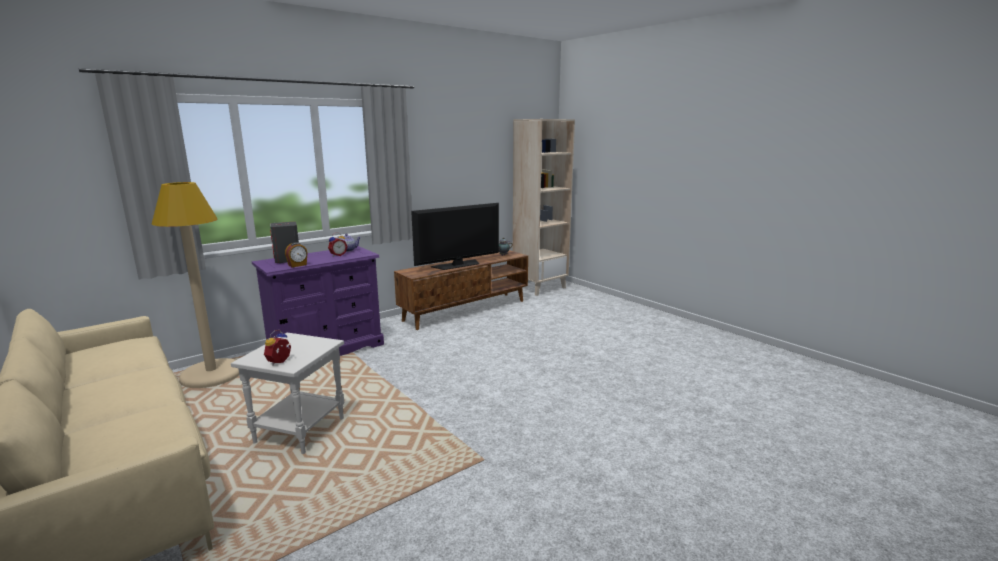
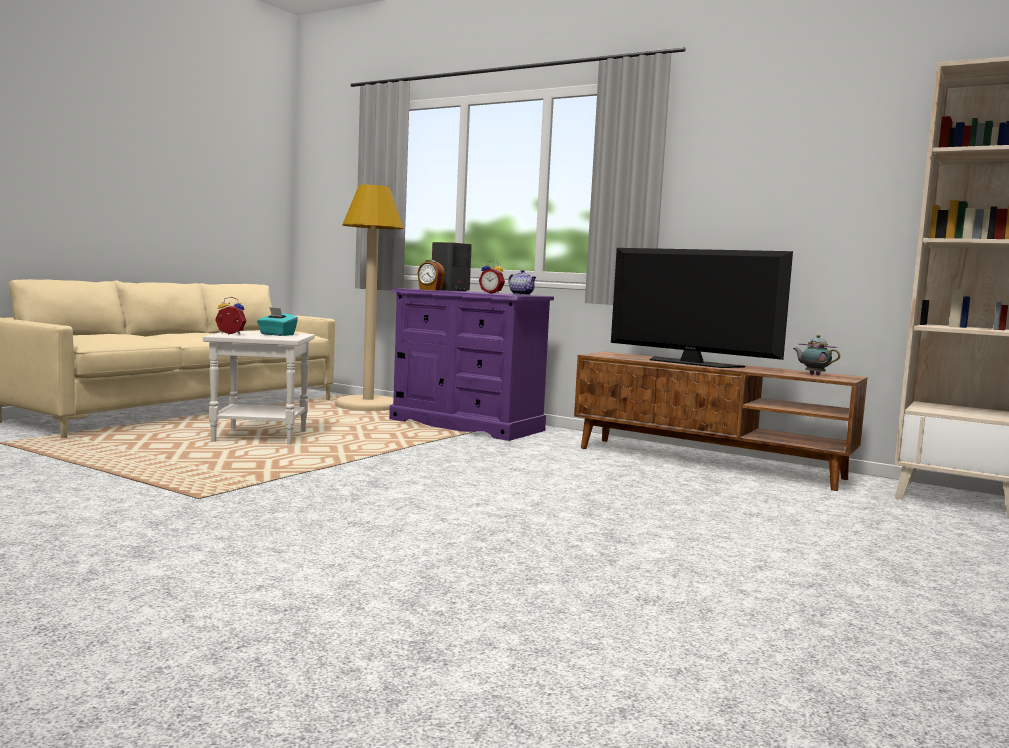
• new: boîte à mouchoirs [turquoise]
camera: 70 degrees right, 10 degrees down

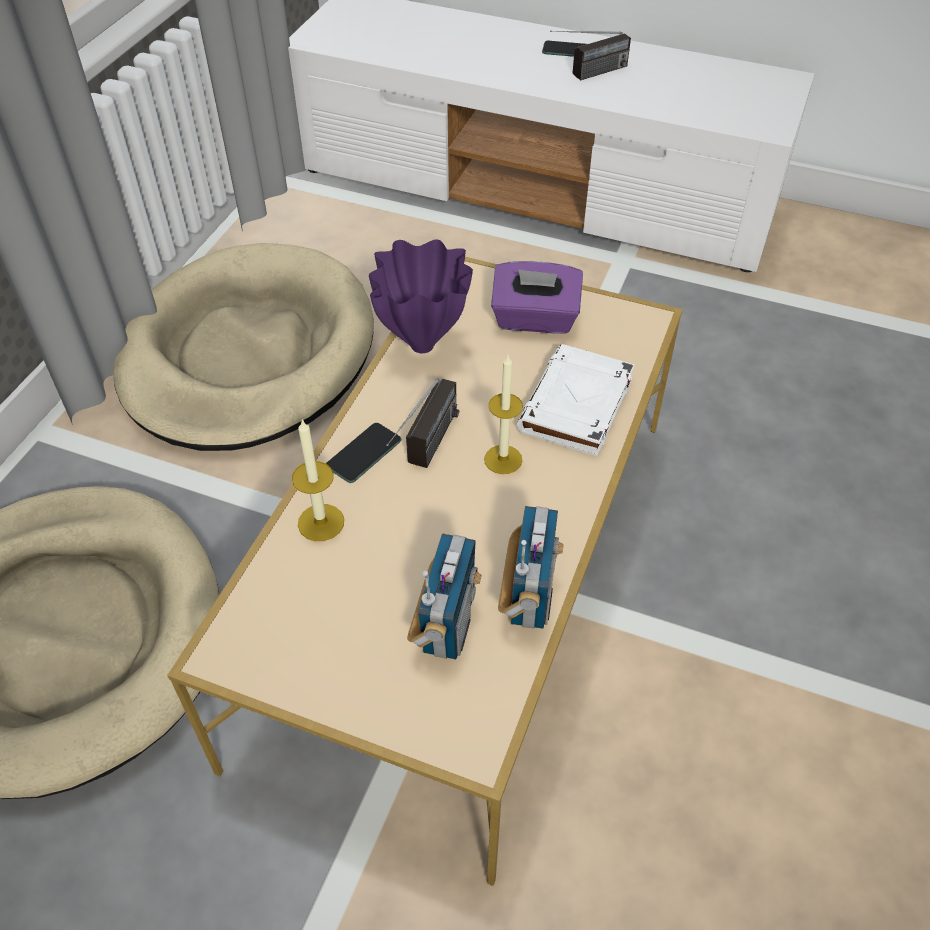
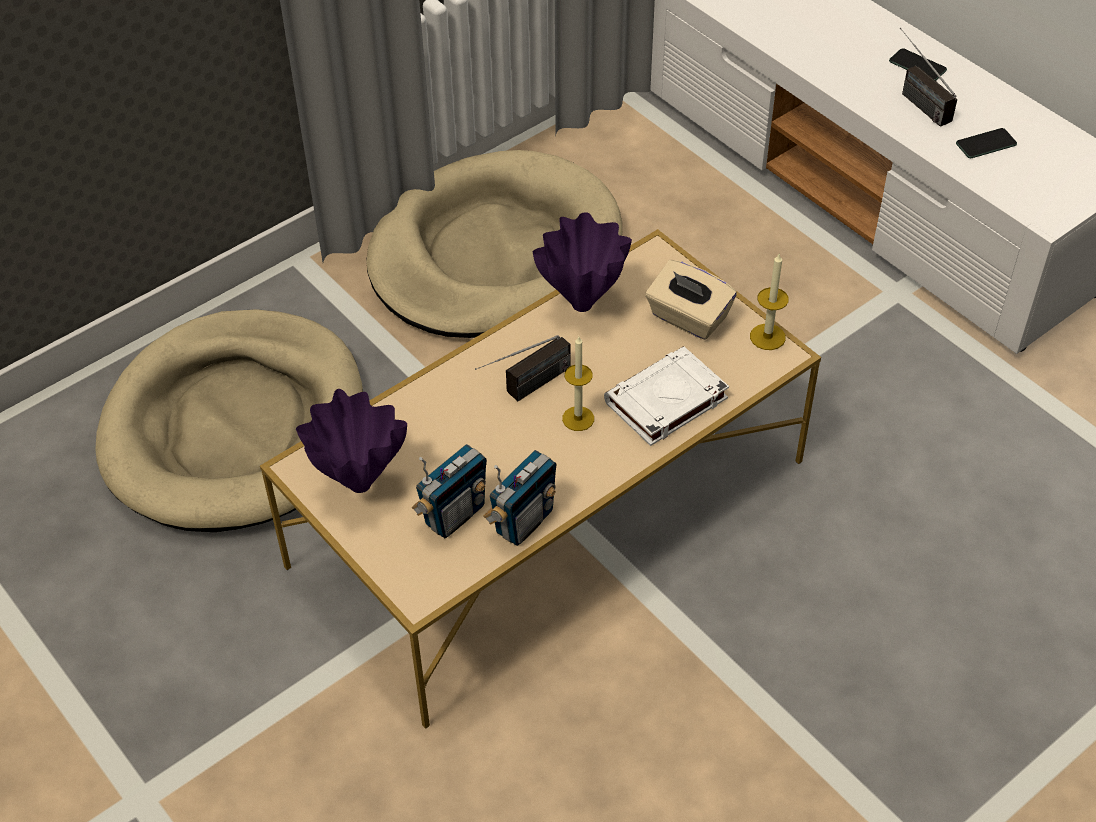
• rotated: radio (no. 4 from left) 60 degrees clockwise
• repainted: boîte à mouchoirs [violet] to boîte à mouchoirs [beige]
• shifted: bougie (no. 1 from left in the first image) to bougie (no. 2 from left)
• shifted: téléphone (no. 1 from left in the first image) to téléphone (no. 2 from left)
• new: vase [violet] (no. 1 from left)
camera: 30 degrees right, 0 degrees up

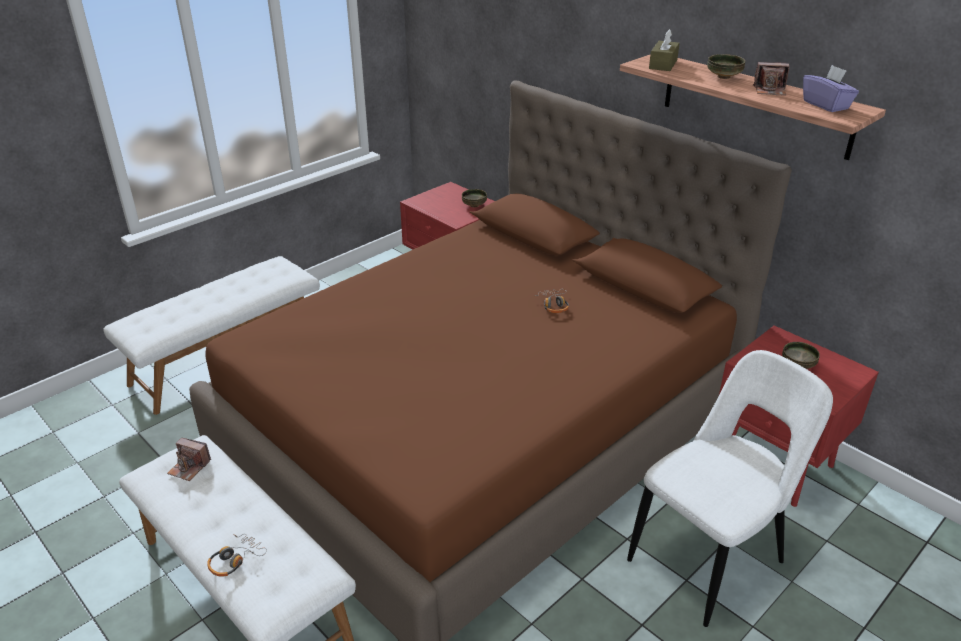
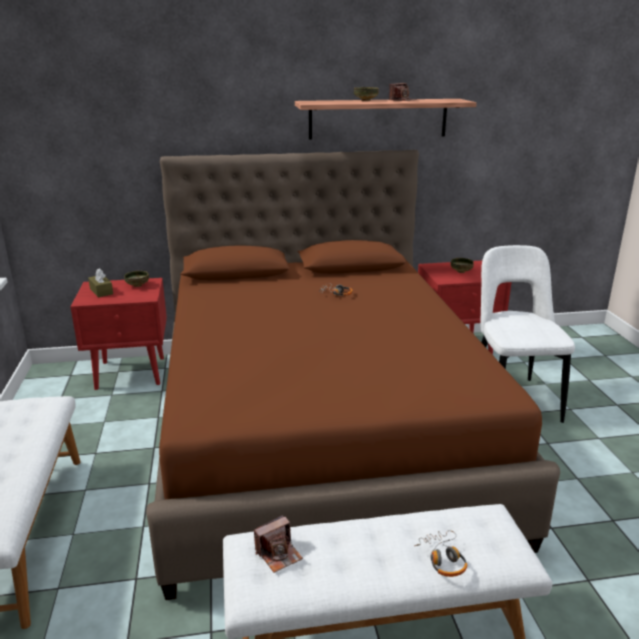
• shifted: boîte à mouchoirs [marron]
• gone: boîte à mouchoirs [violet]
camera: 55 degrees left, 10 degrees down

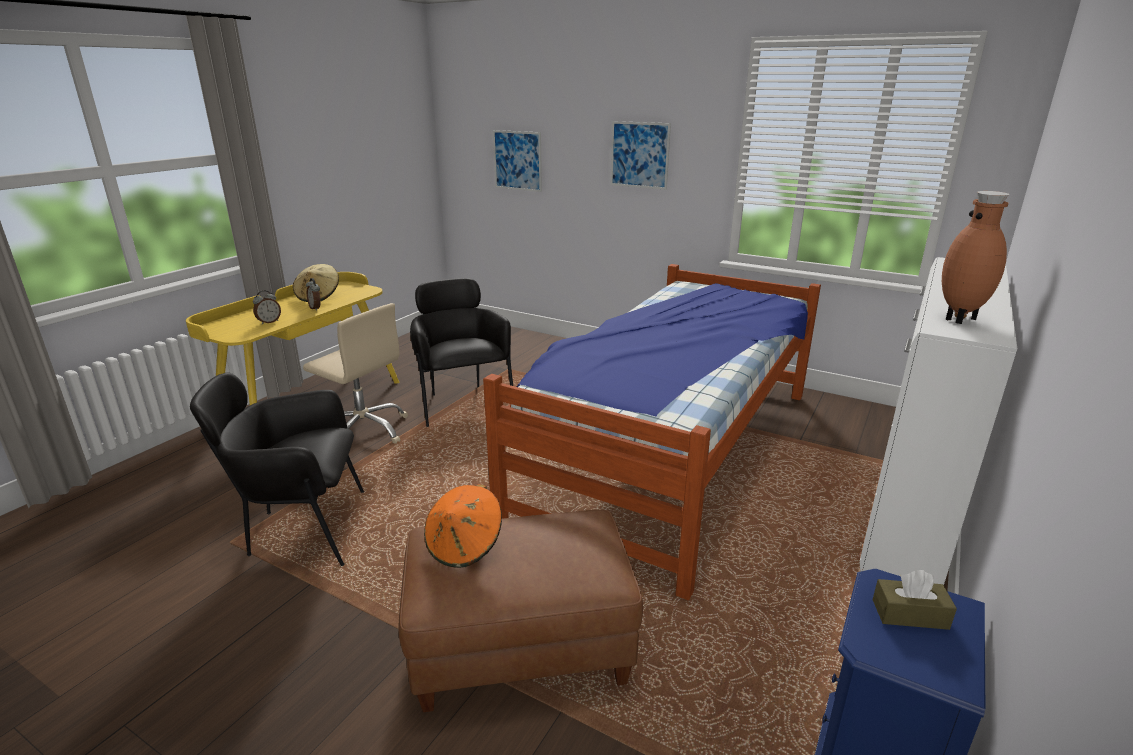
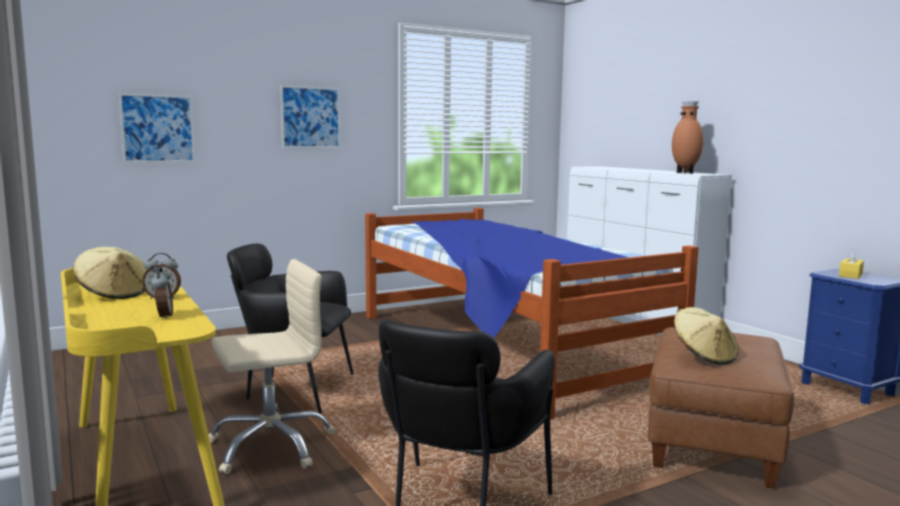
• repainted: chapeau [orange] to chapeau [beige] (no. 2 from left)
• repainted: boîte à mouchoirs [marron] to boîte à mouchoirs [jaune]
camera: 60 degrees left, 15 degrees down

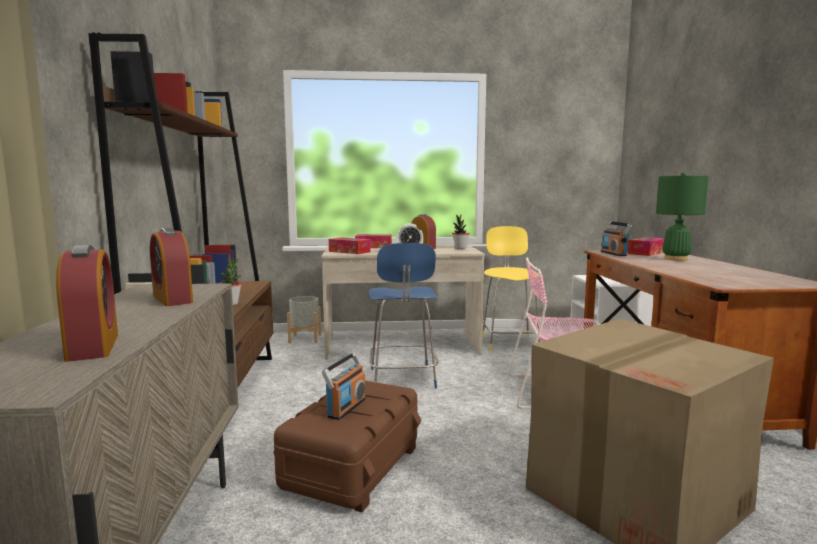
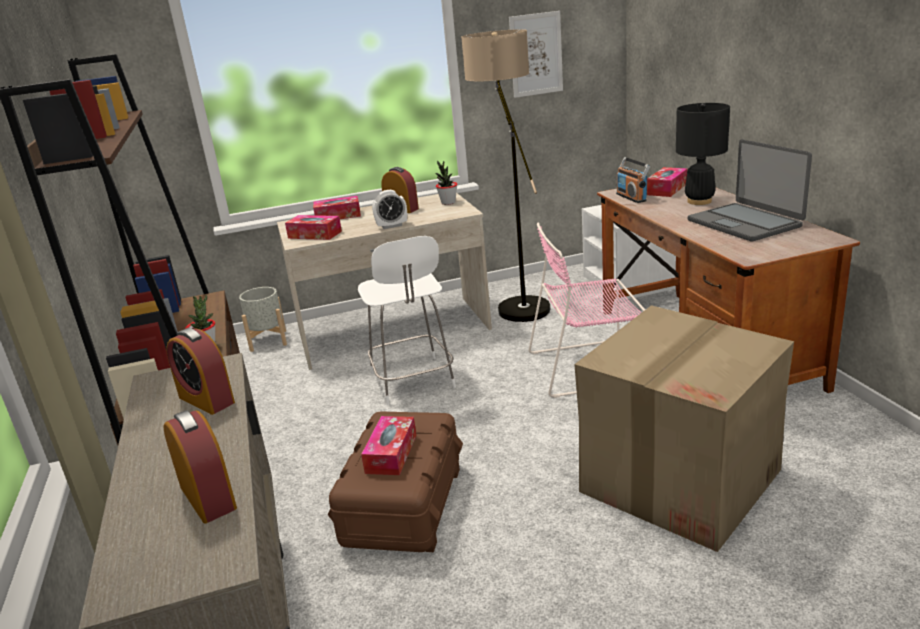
• repainted: lampe de table [vert] to lampe de table [noir]
• swapped: tabouret [jaune] to lampadaire
• repainted: tabouret [bleu] to tabouret [blanc]
• swapped: radio (no. 1 from left) to boîte à mouchoirs (no. 3 from left)
• new: tableau
• new: ordinateur portable
camera: 10 degrees left, 15 degrees up

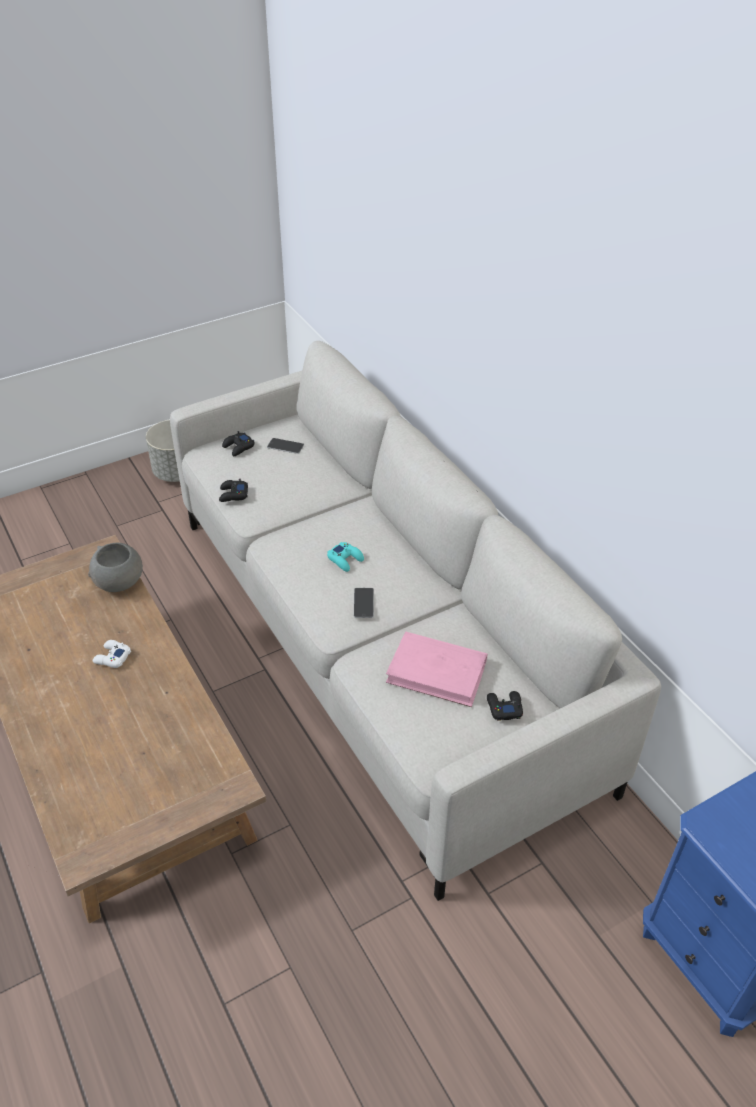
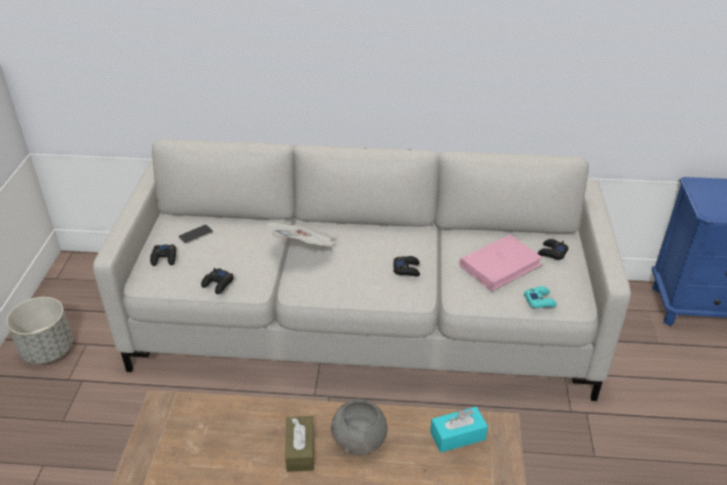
• shifted: manette [turquoise]
• shifted: bol [gris]
• swapped: téléphone (no. 2 from left) to manette [noir] (no. 3 from left)
• swapped: manette [blanc] to boîte à mouchoirs [marron]
• new: journal
• new: boîte à mouchoirs [turquoise]
camera: 55 degrees left, 5 degrees down

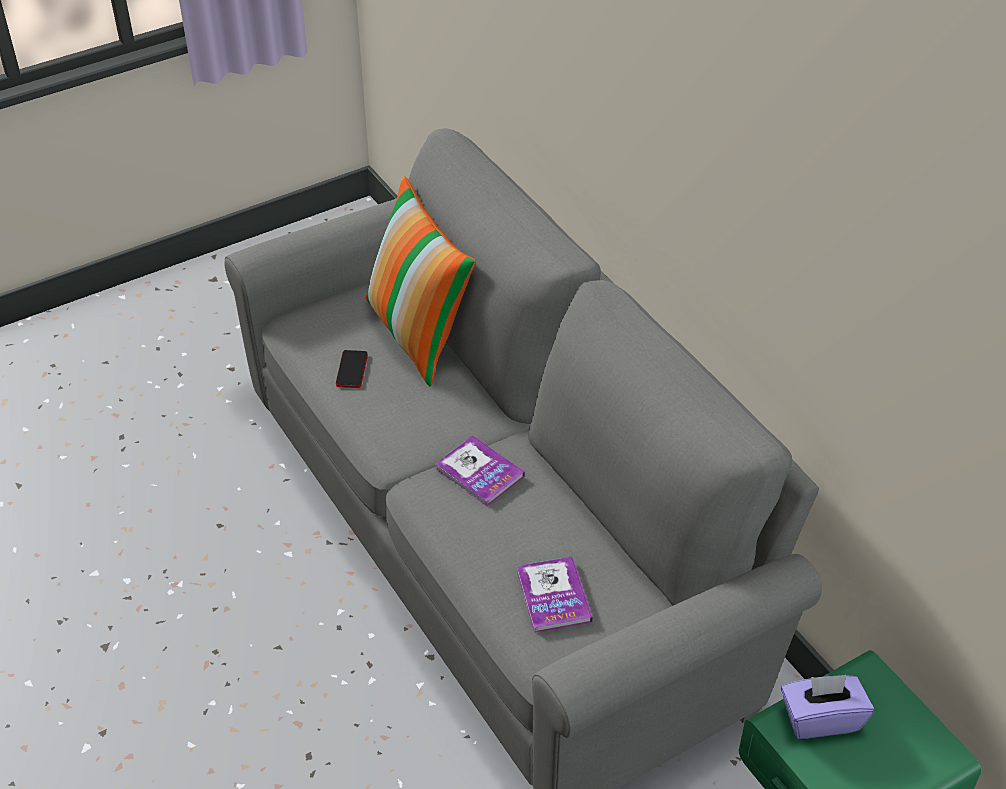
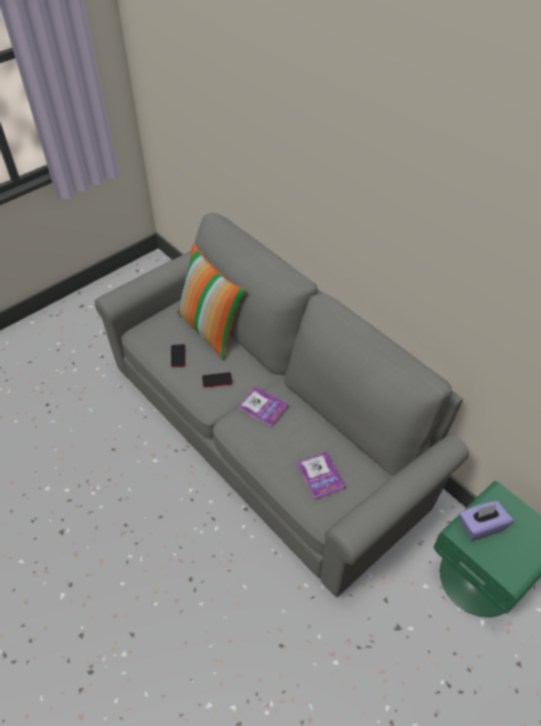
• new: téléphone (no. 2 from left)
camera: 10 degrees left, 5 degrees up

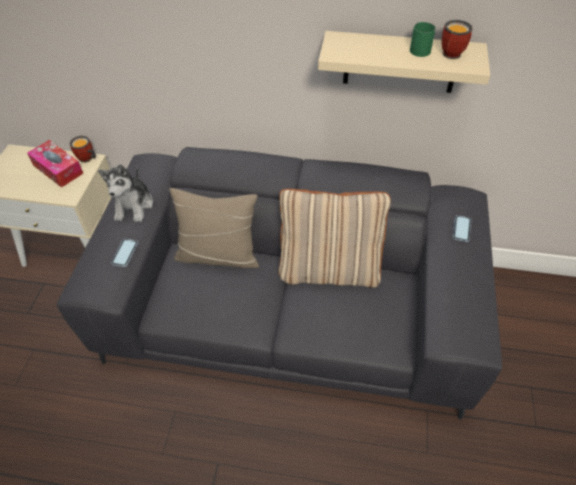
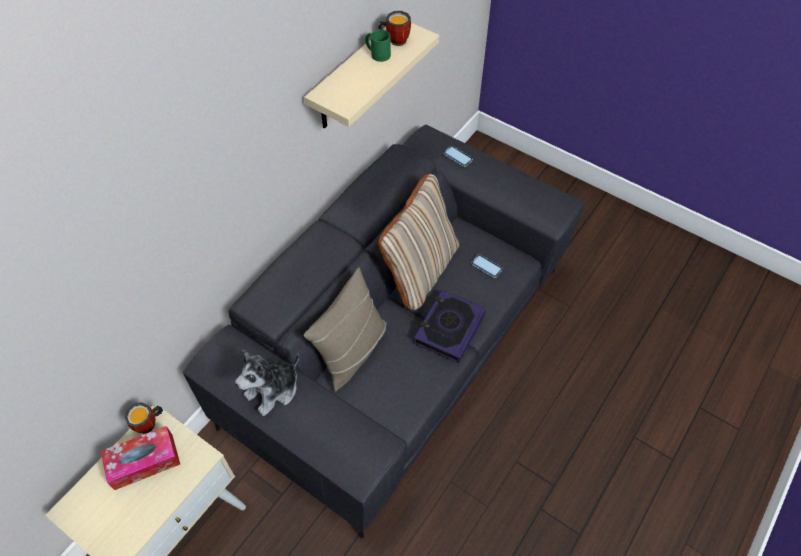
• rotated: peluche 105 degrees clockwise
• shifted: téléphone (no. 1 from left in the first image) to téléphone (no. 2 from left)
• new: livre
camera: 65 degrees left, 5 degrees up

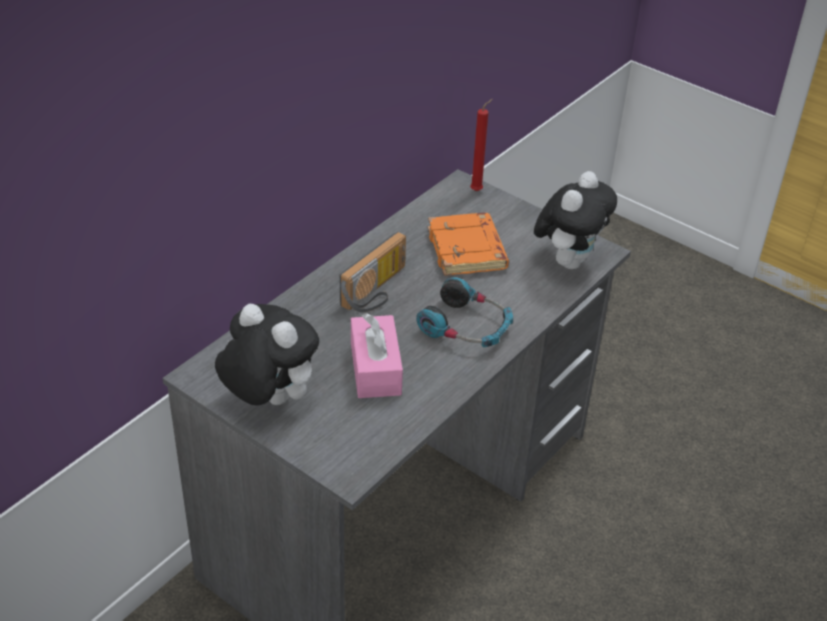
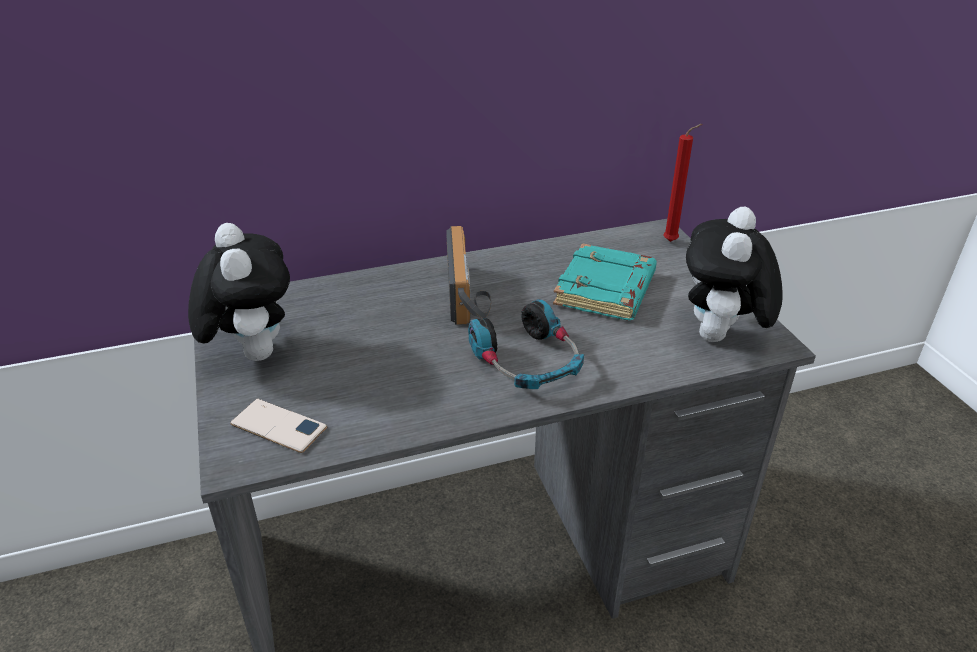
• rotated: peluche (no. 2 from left) 135 degrees clockwise
• repainted: livre [orange] to livre [turquoise]
• rotated: radio 75 degrees counterclockwise
• gone: boîte à mouchoirs [rose]
• new: téléphone
camera: 35 degrees right, 5 degrees down

